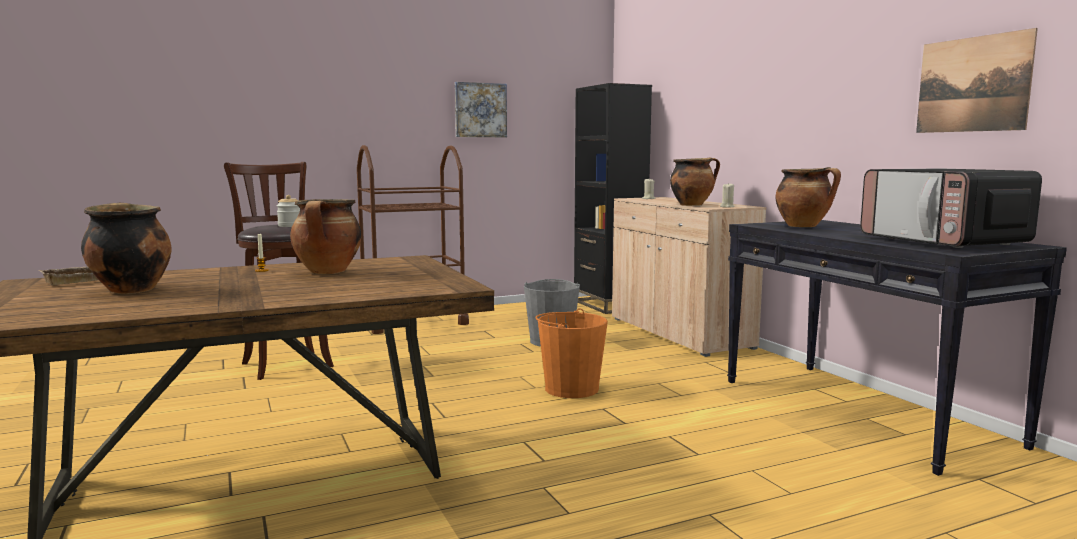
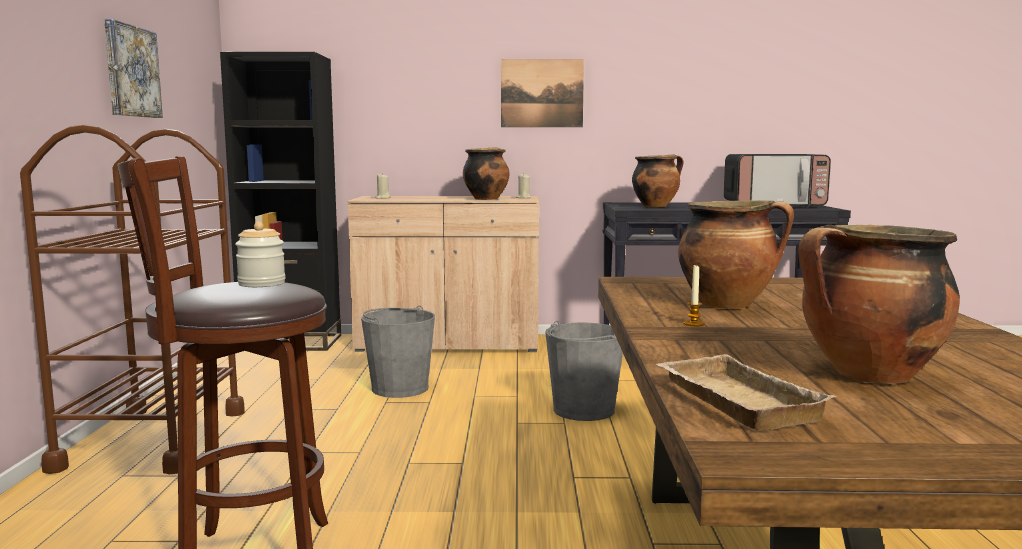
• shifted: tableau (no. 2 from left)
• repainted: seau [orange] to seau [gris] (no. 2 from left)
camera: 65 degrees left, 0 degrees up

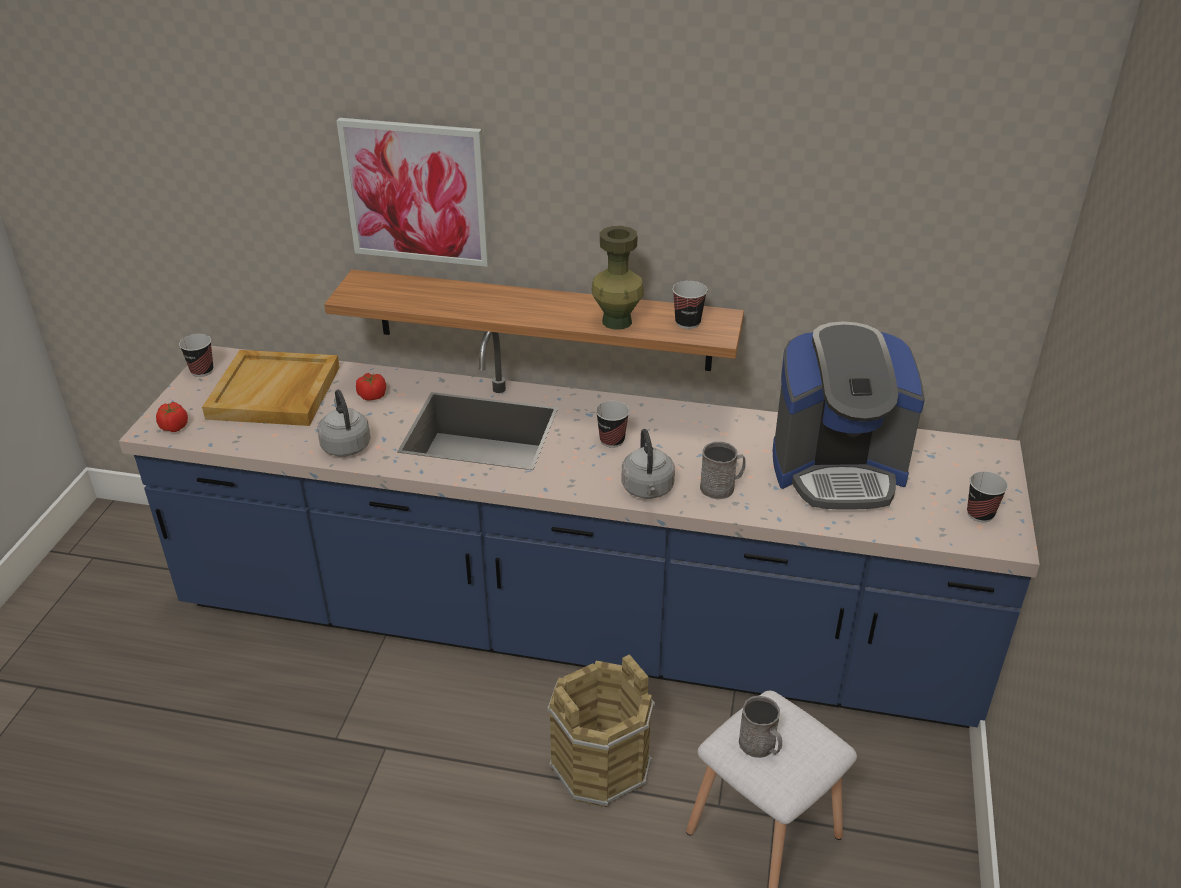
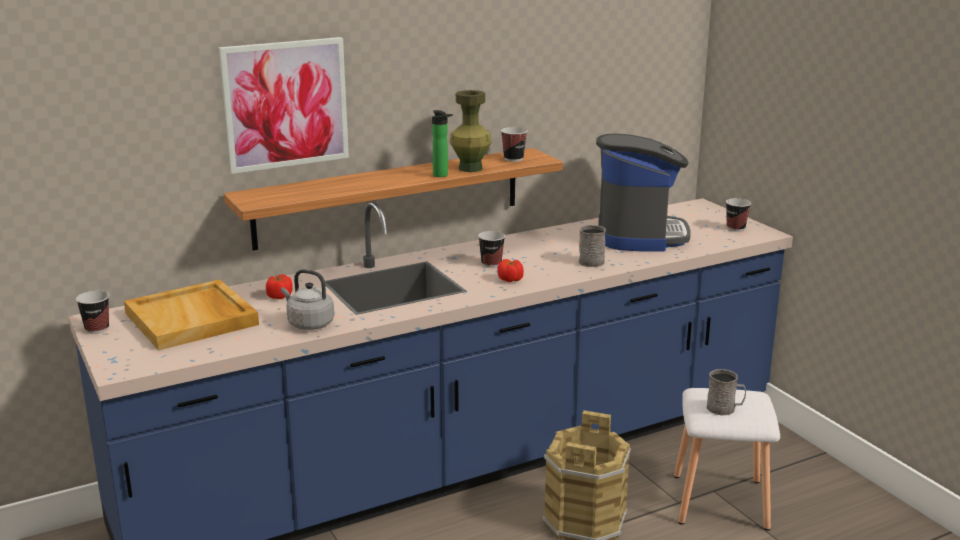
• rotated: machine à café 45 degrees counterclockwise
• shifted: tomate (no. 1 from left in the first image) to tomate (no. 2 from left)
• gone: bouilloire [gris] (no. 2 from left)
• new: bouteille
camera: 40 degrees left, 15 degrees down

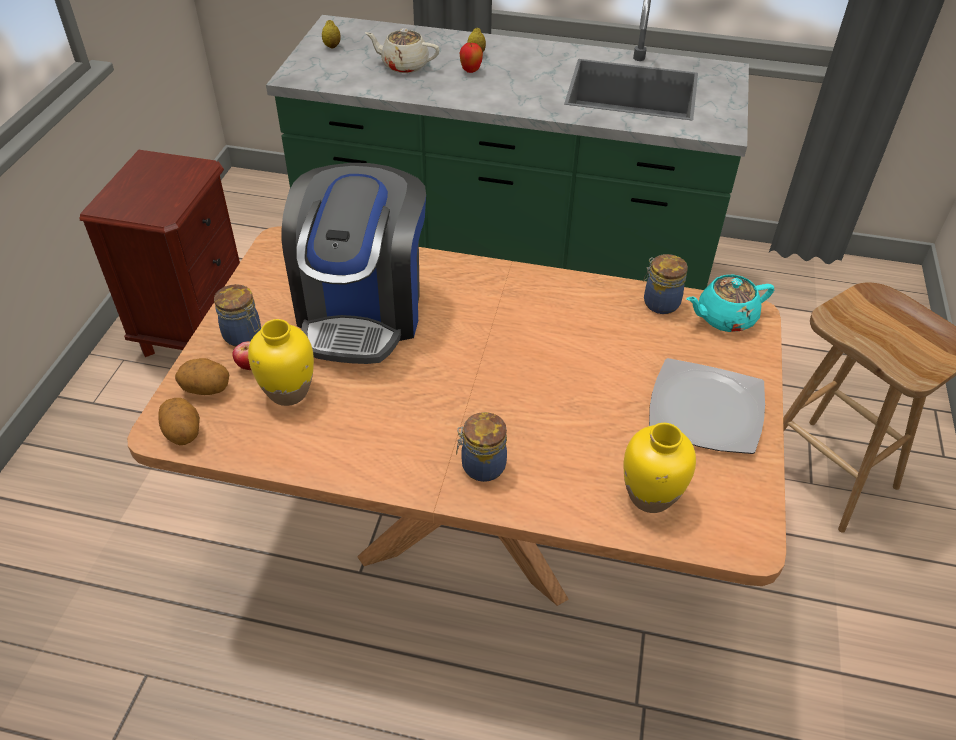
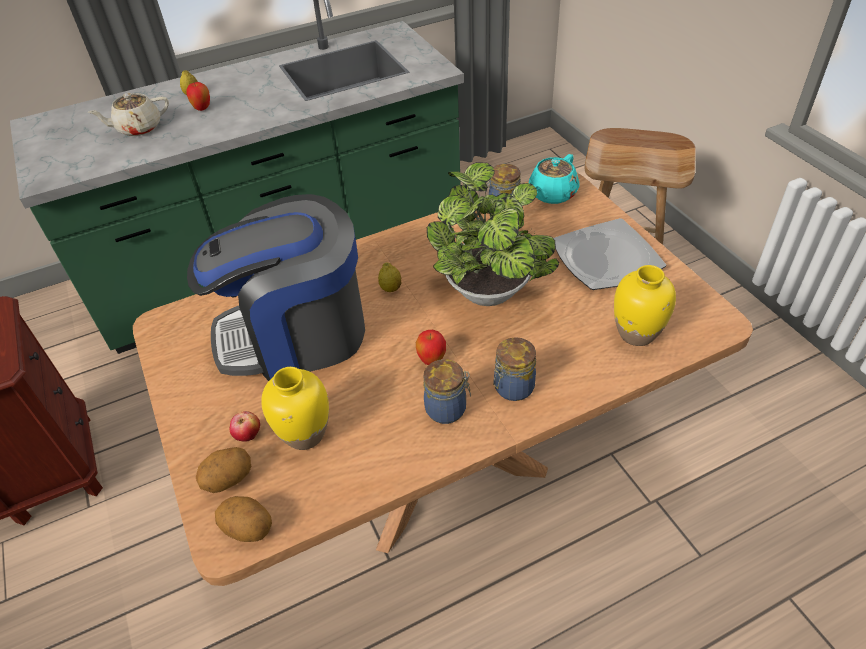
• shifted: citron (no. 1 from left in the first image) to citron (no. 2 from left)
• rotated: machine à café 105 degrees clockwise
• shifted: bocal (no. 1 from left)
• new: plante en pot
• new: pomme (no. 3 from left)
camera: 35 degrees left, 0 degrees up

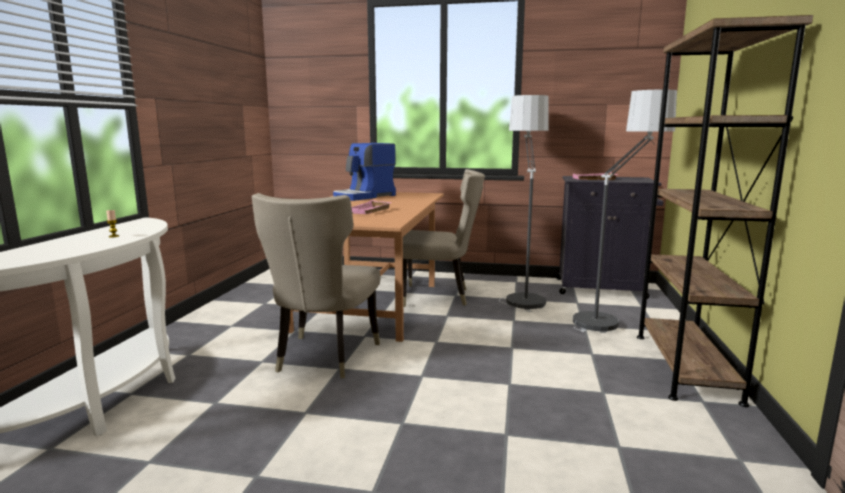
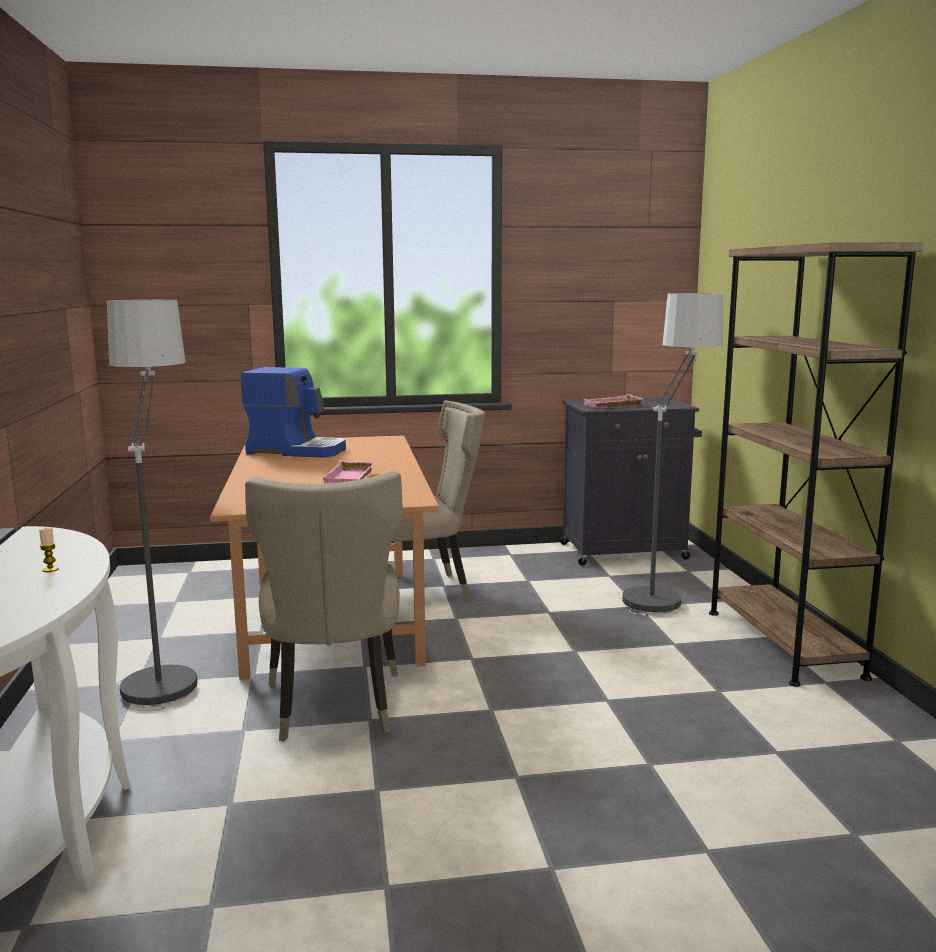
• shifted: lampadaire (no. 1 from left)
• rotated: machine à café 105 degrees counterclockwise
camera: 20 degrees left, 0 degrees up

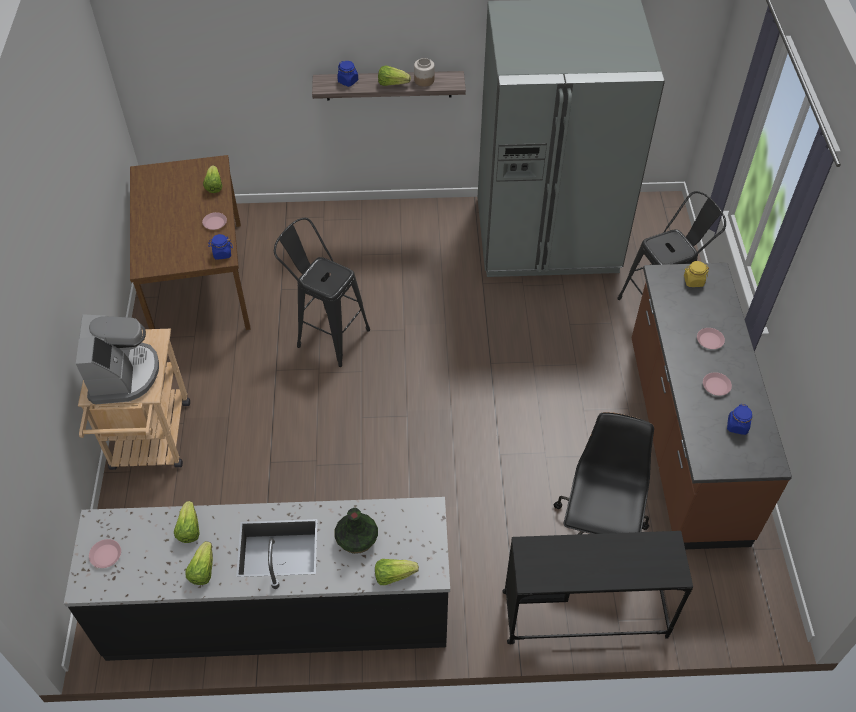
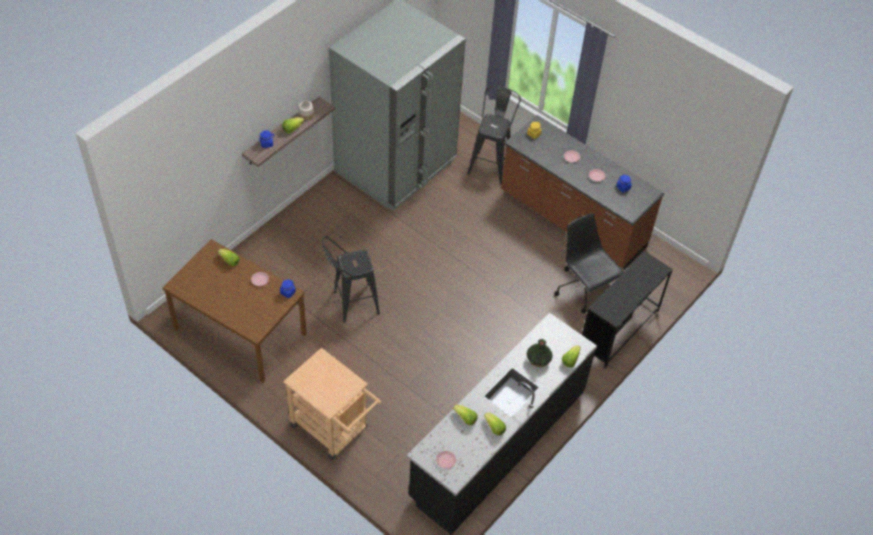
• gone: machine à café
camera: 50 degrees left, 0 degrees up

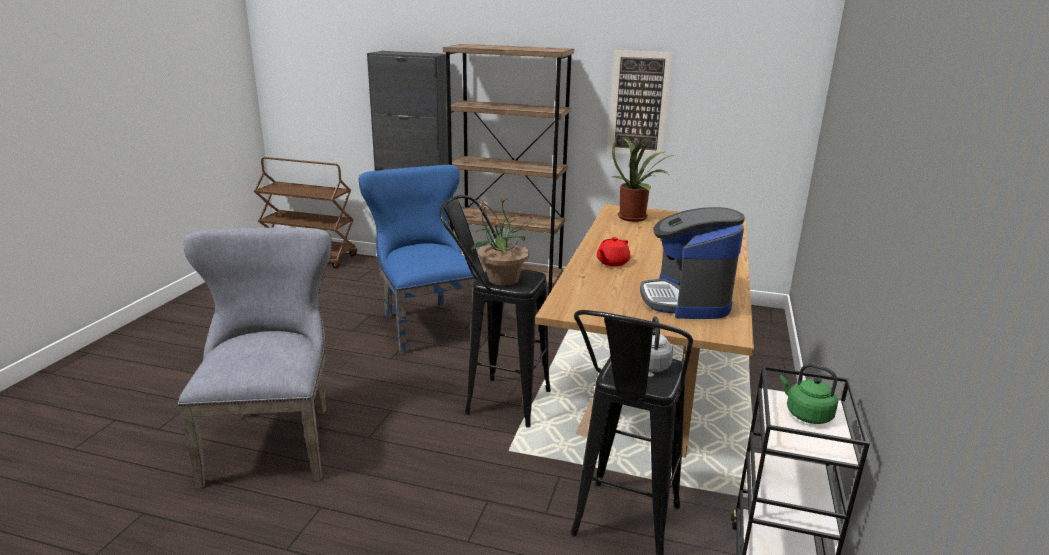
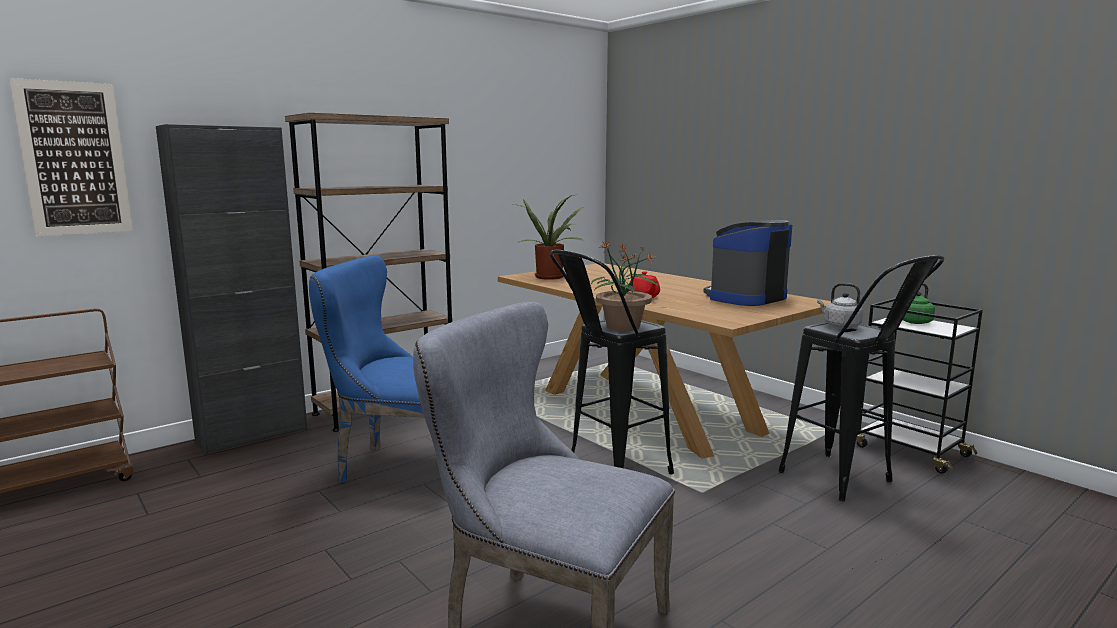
• shifted: tableau
• rotated: machine à café 105 degrees clockwise
camera: 55 degrees left, 10 degrees down

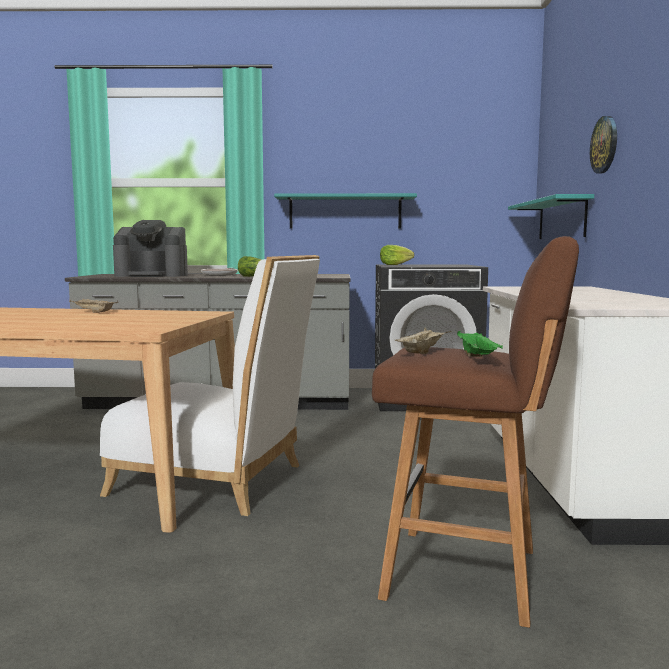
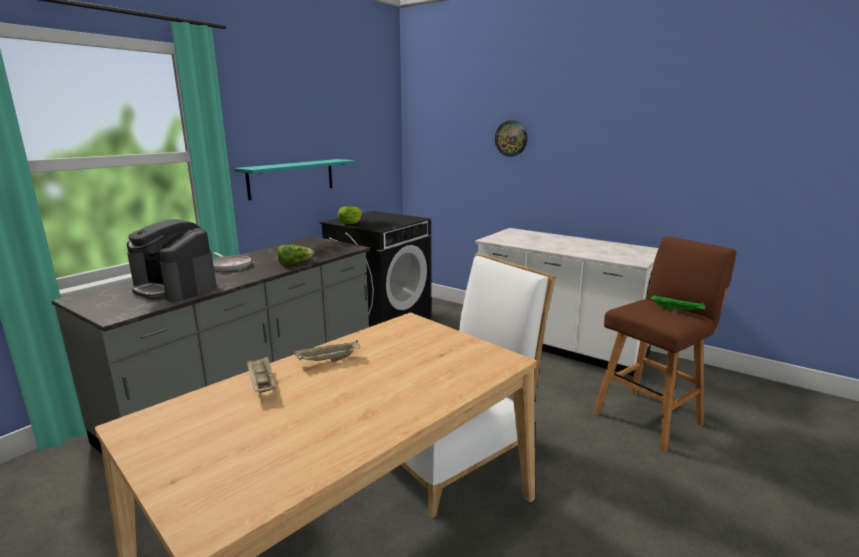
• gone: étagère [turquoise] (no. 2 from left)
• rotated: machine à café 90 degrees clockwise
• shifted: plateau [beige] (no. 2 from left in the first image) to plateau [beige] (no. 1 from left)
camera: 55 degrees left, 10 degrees up

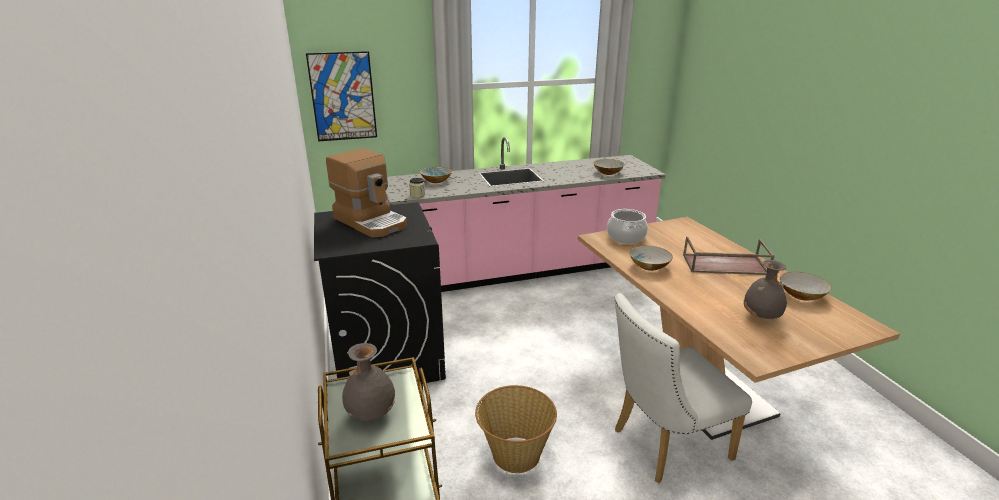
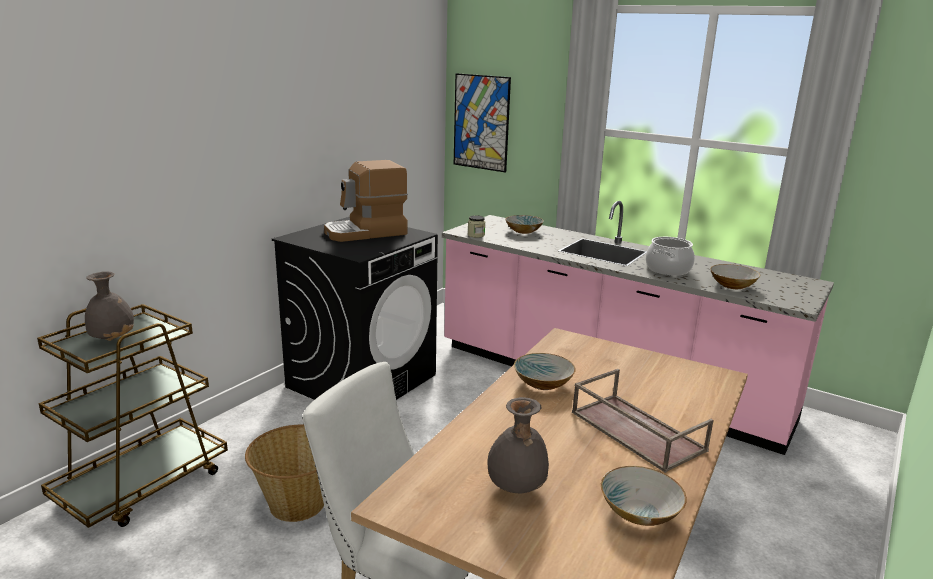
• rotated: machine à café 60 degrees clockwise
• shifted: marmite
camera: 50 degrees right, 5 degrees down

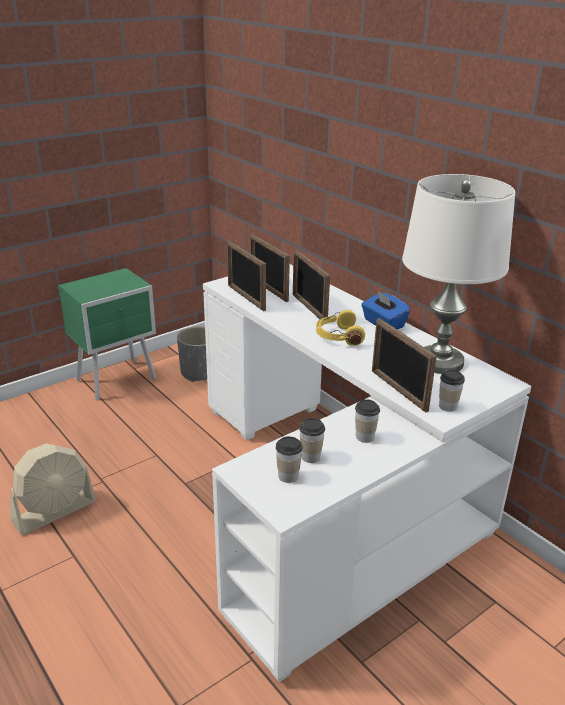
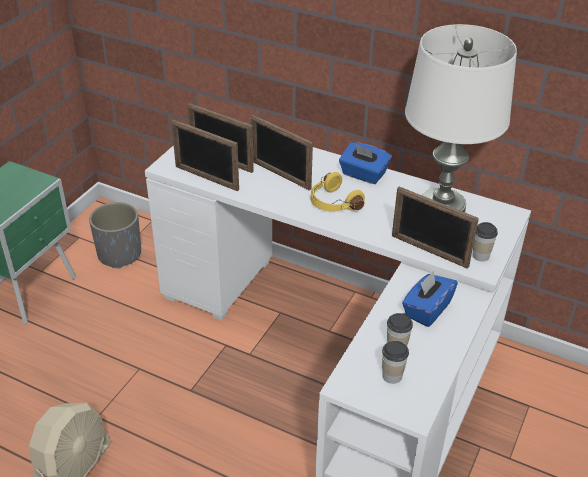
• swapped: tasse (no. 3 from left) to boîte à mouchoirs [bleu] (no. 2 from left)
camera: 25 degrees left, 10 degrees up

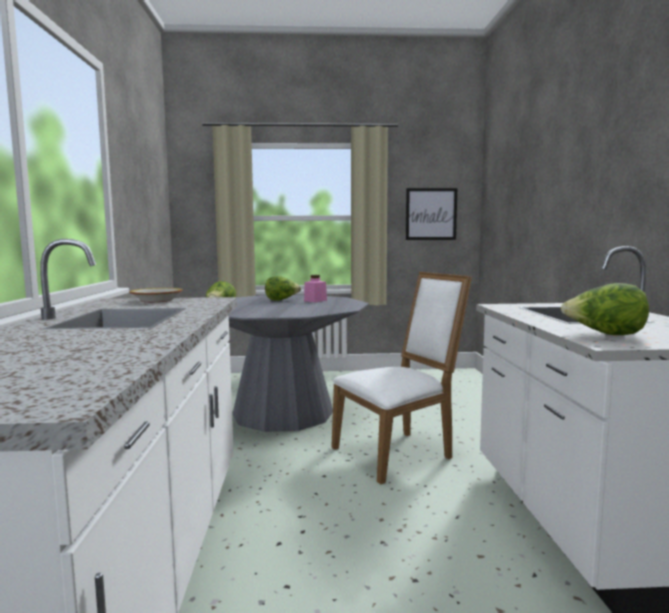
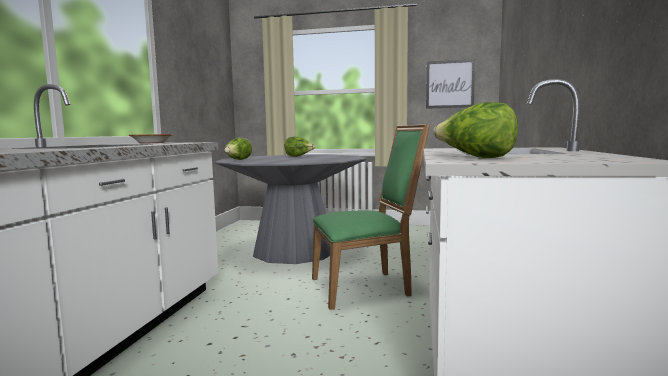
• repainted: chaise [blanc] to chaise [vert]
• gone: bocal [rose]
camera: 15 degrees right, 0 degrees up

